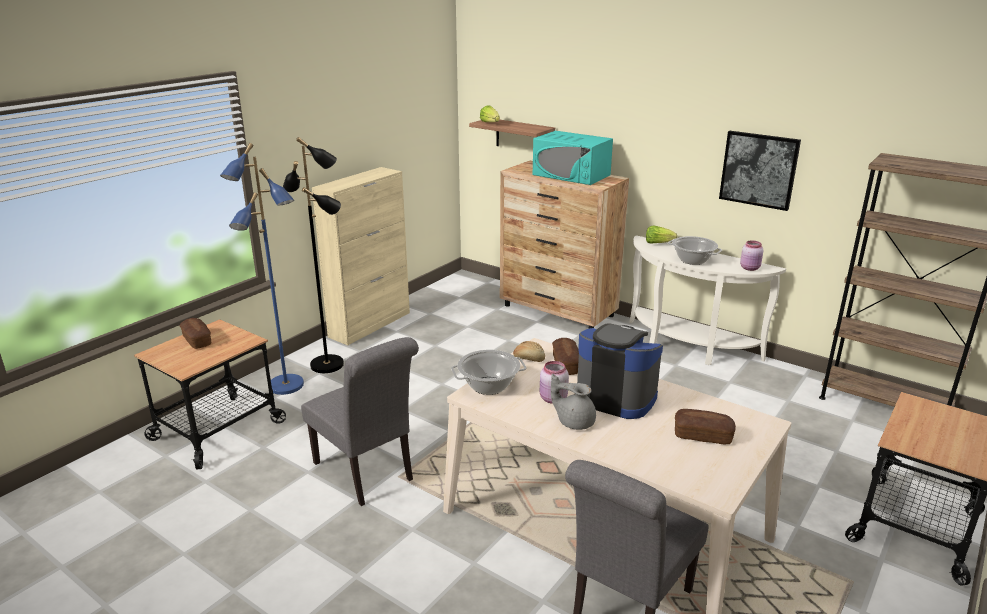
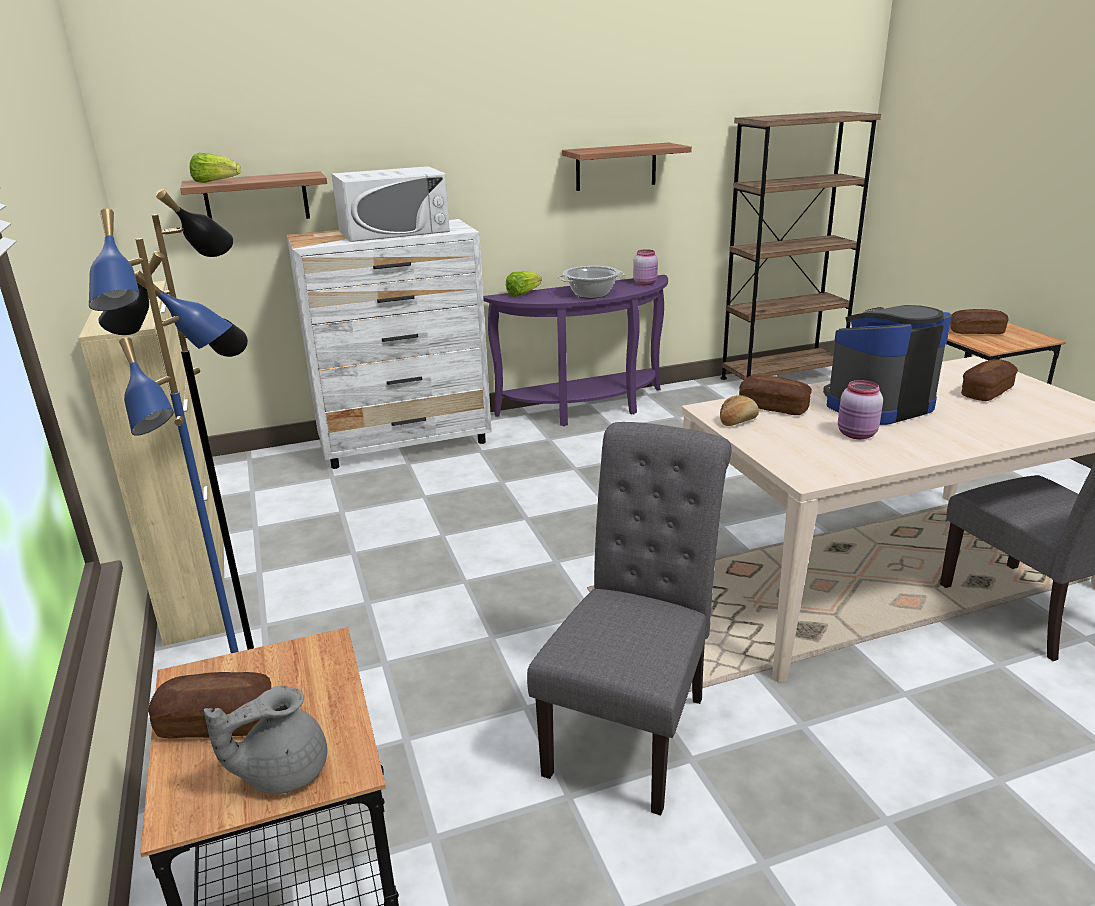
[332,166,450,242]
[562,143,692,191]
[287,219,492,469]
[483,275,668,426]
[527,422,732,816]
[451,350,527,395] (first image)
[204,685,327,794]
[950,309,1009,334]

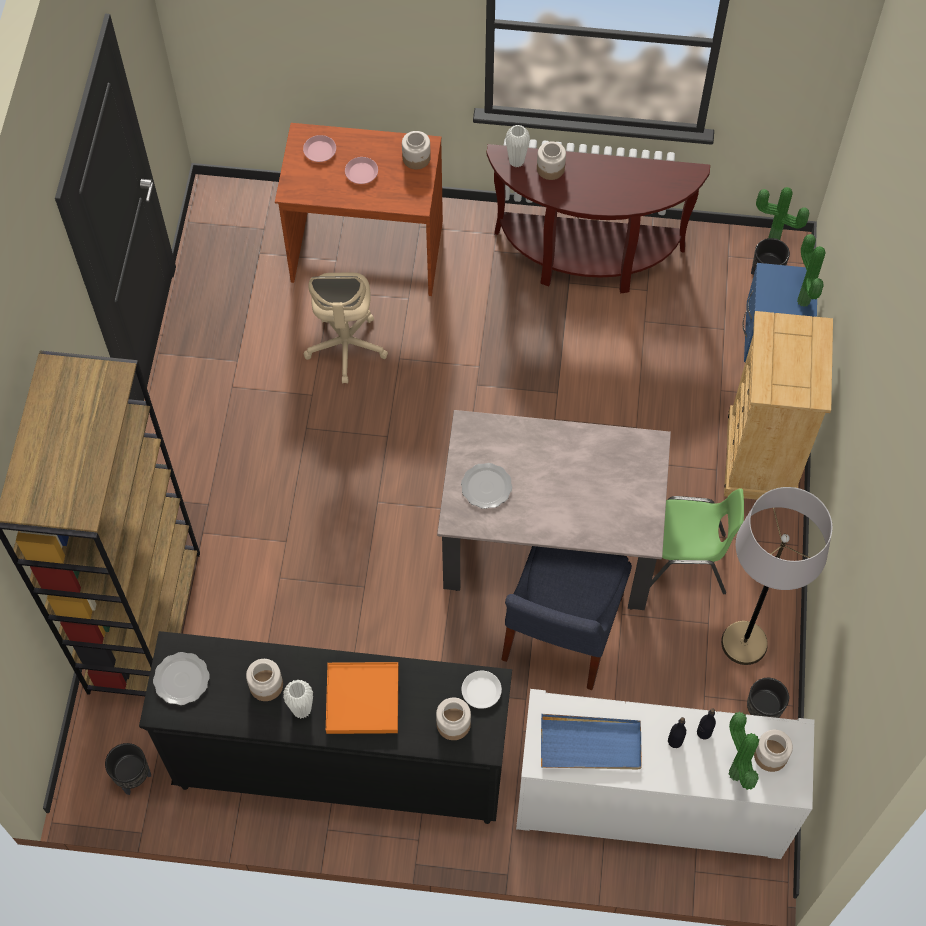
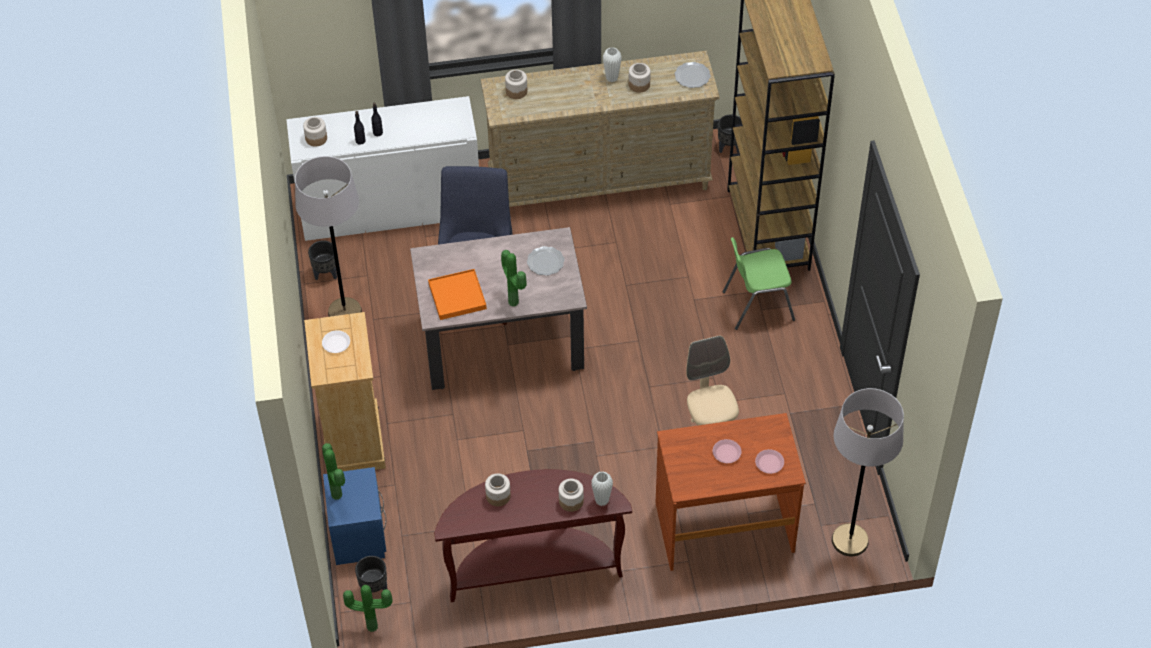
[485,473,511,506]
[723,237,795,330]
[481,51,720,207]
[428,269,487,320]
[322,330,350,353]
[501,250,527,307]
[541,714,642,769] (first image)
[832,388,904,556]

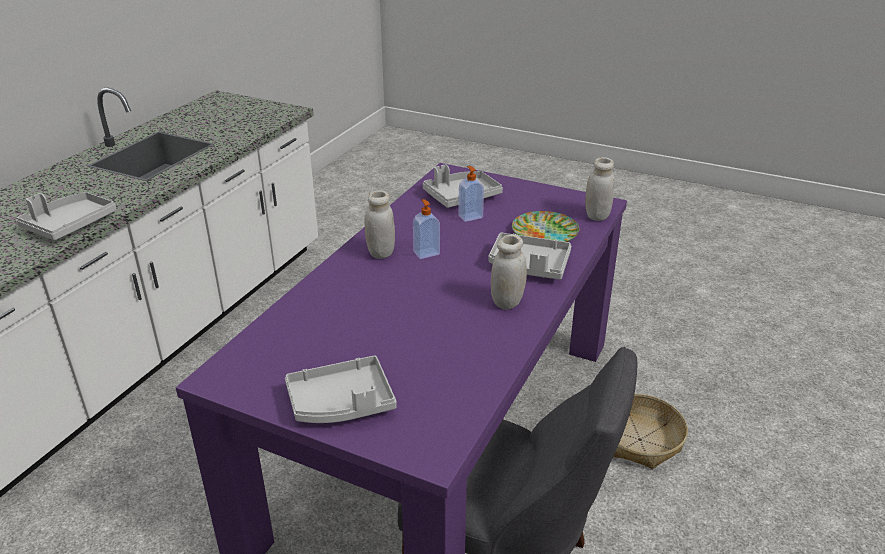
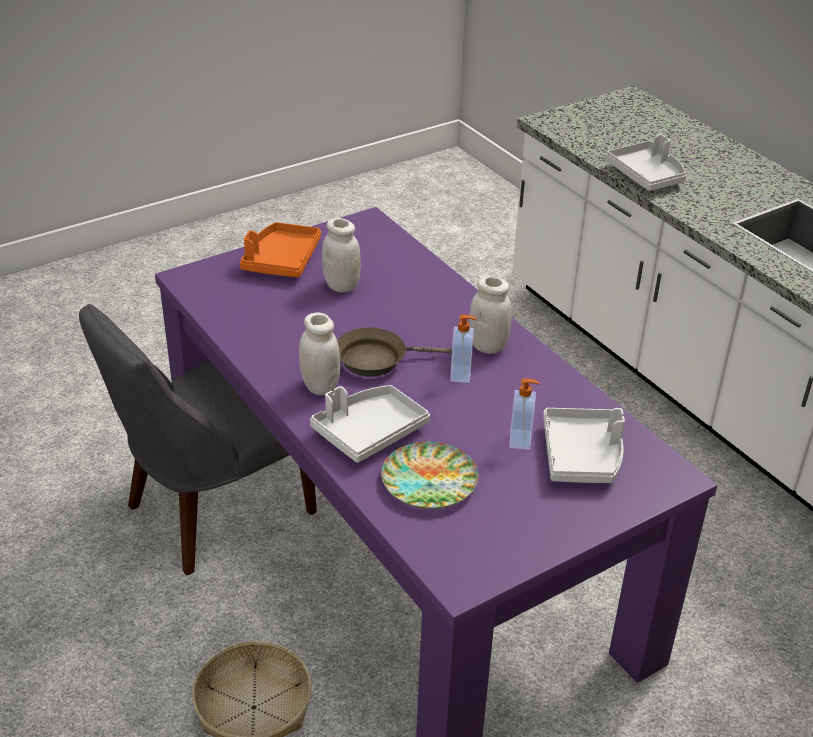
[322,218,361,293]
[240,222,321,278]
[337,327,452,377]

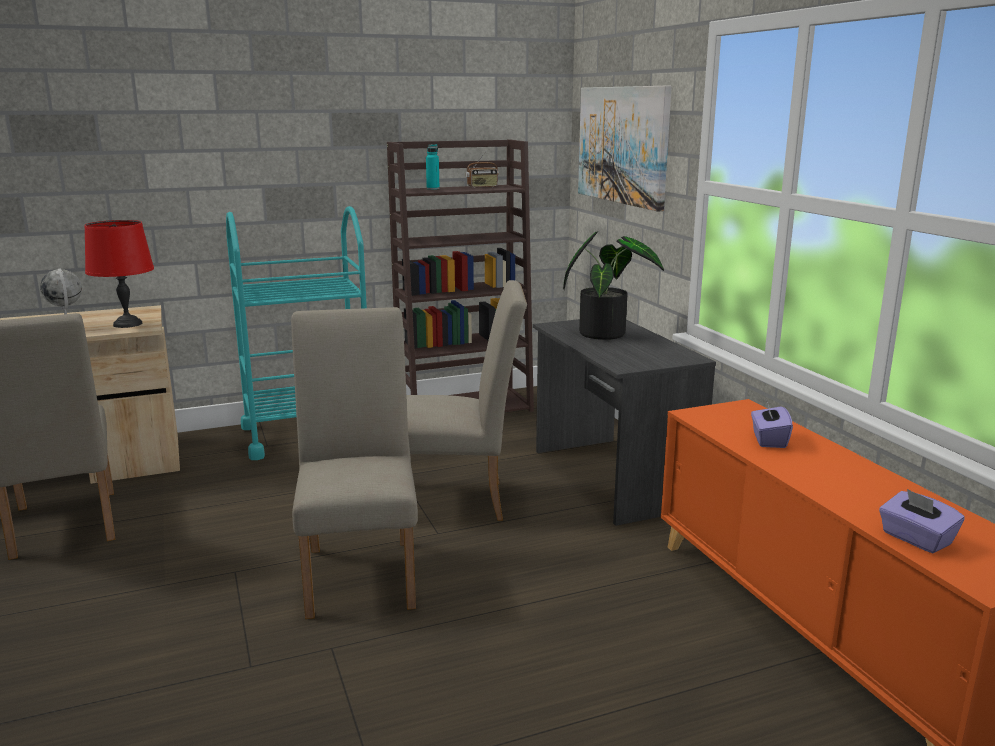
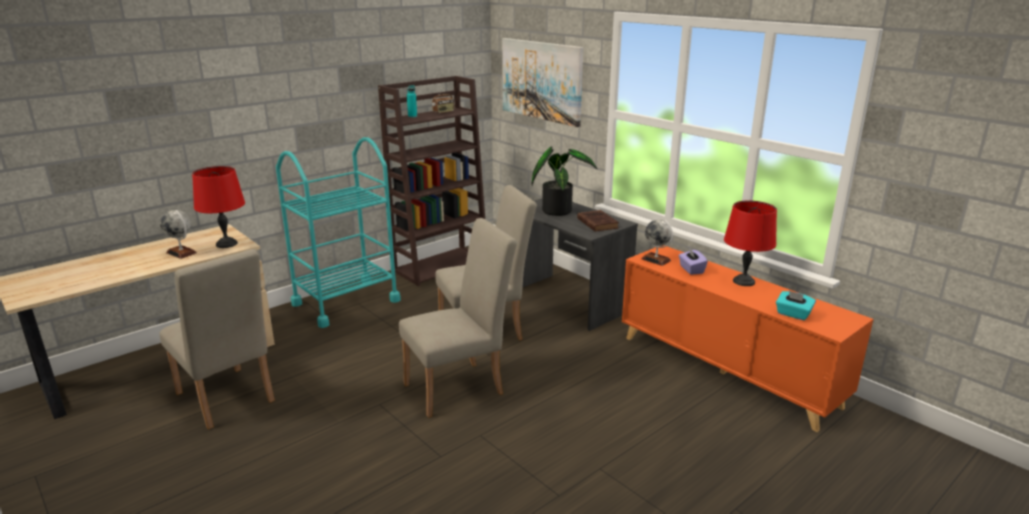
[399,218,517,418]
[776,291,816,321]
[724,200,777,286]
[577,210,619,232]
[641,219,673,266]

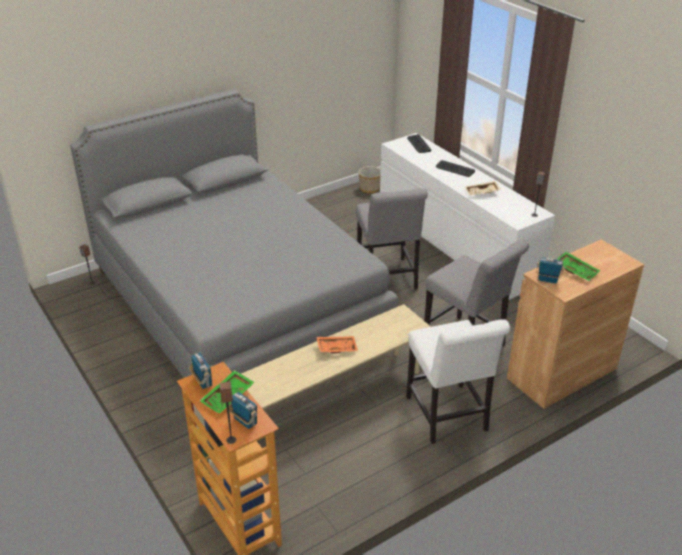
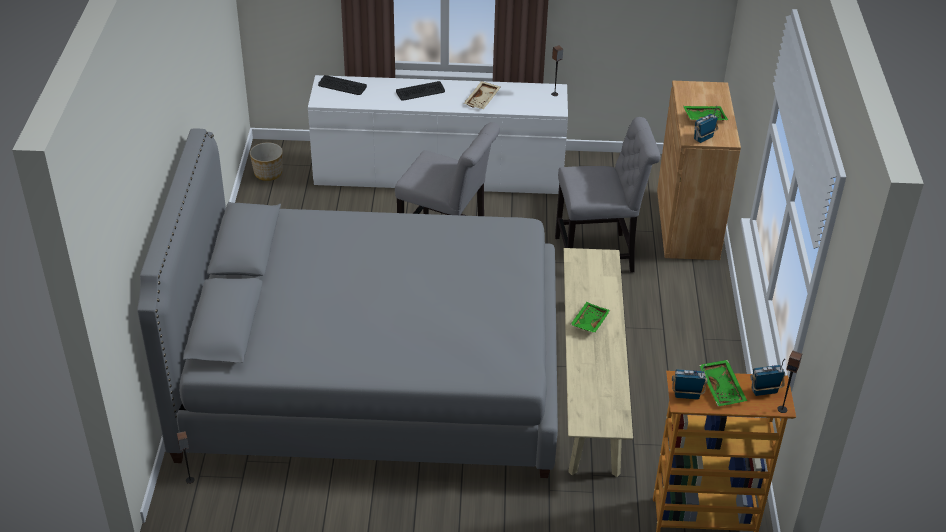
[406,319,510,444] (first image)
[570,302,611,333]

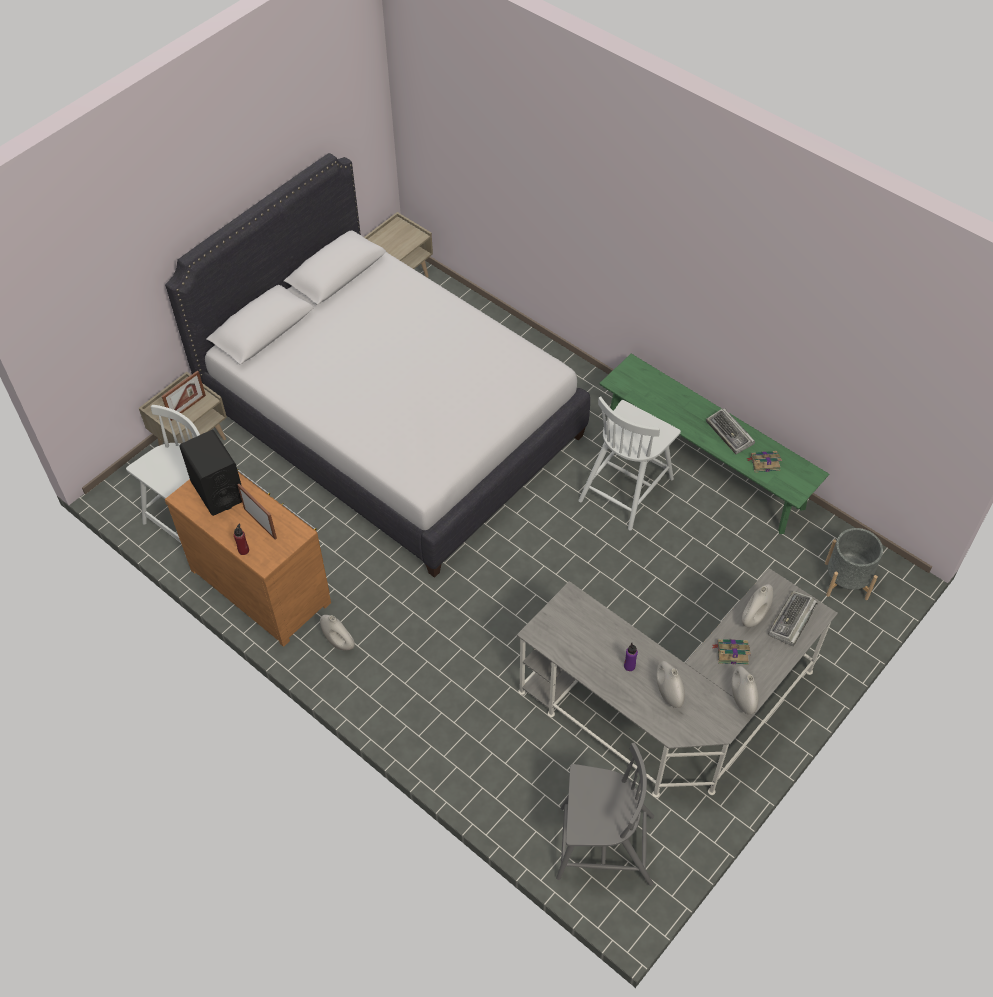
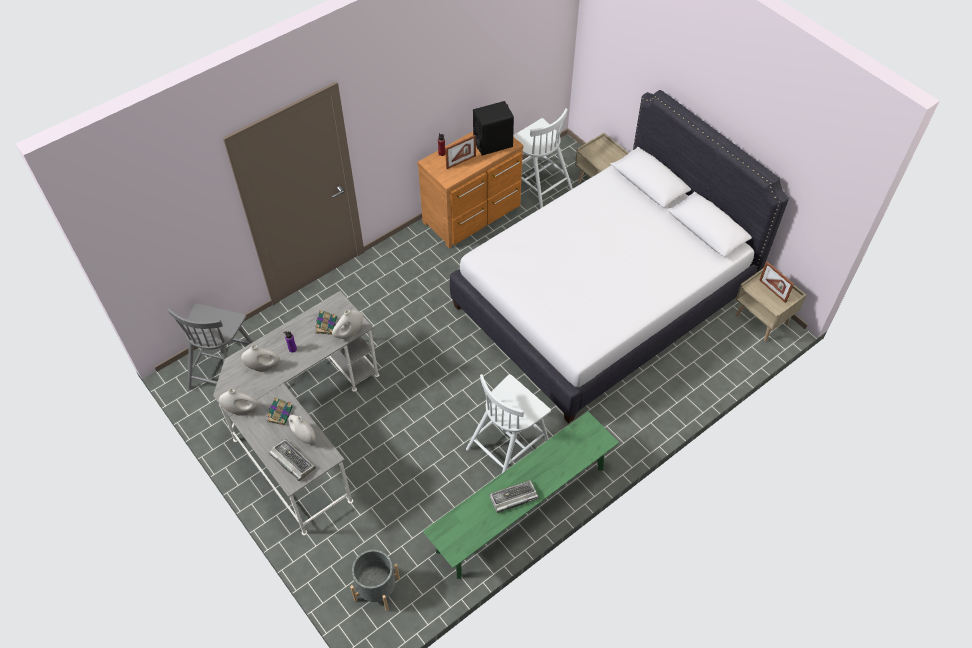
[759,262,794,303]
[466,374,551,473]
[315,310,337,335]
[332,310,363,339]

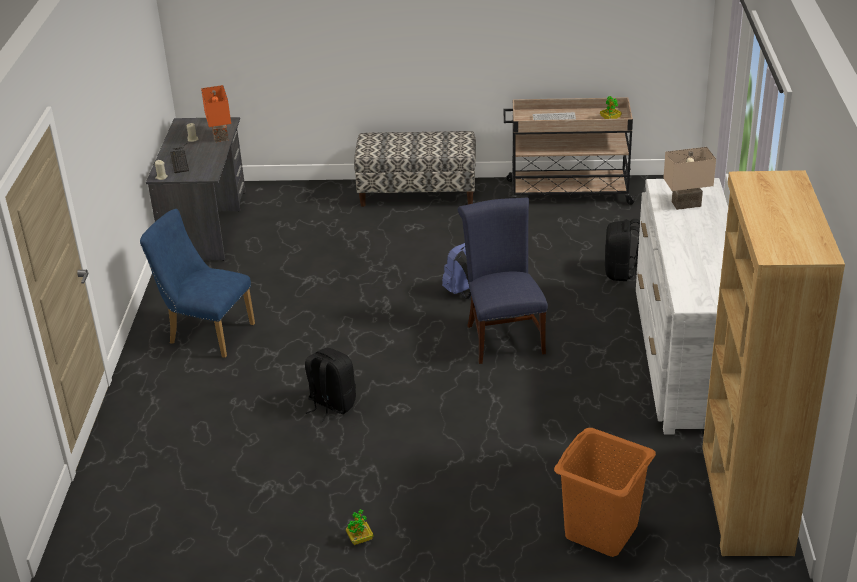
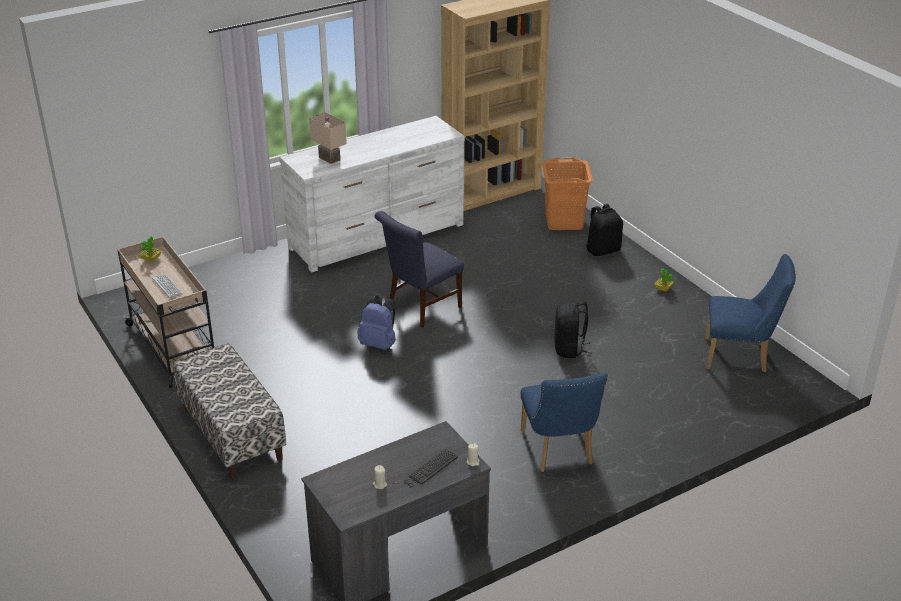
[201,85,231,143] (first image)
[586,204,623,256]
[705,254,796,372]

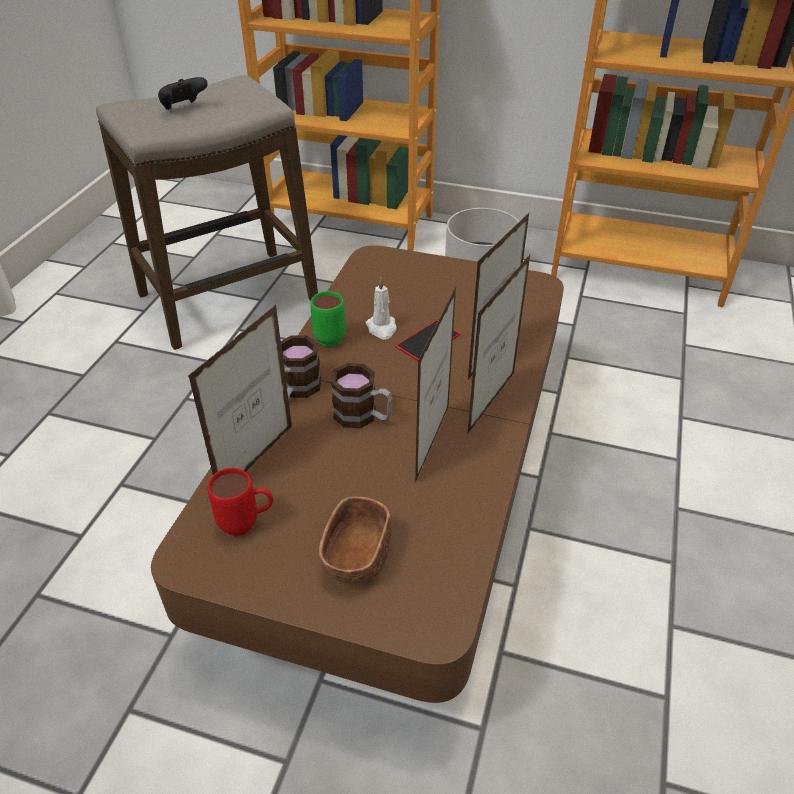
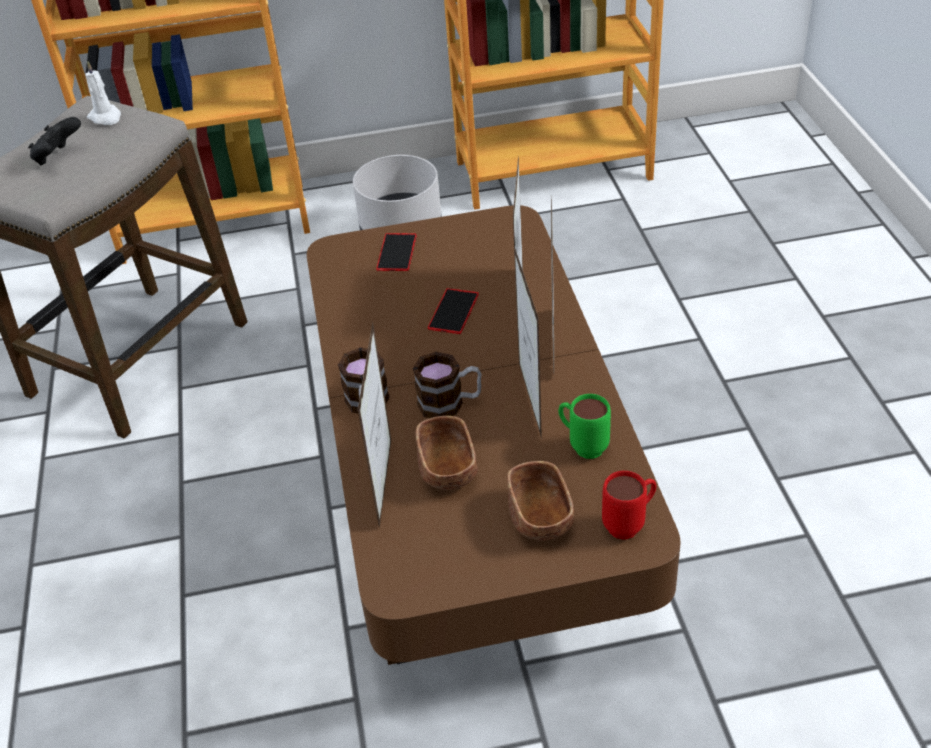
[85,60,121,125]
[558,394,611,459]
[602,471,656,540]
[376,233,417,271]
[415,416,478,490]

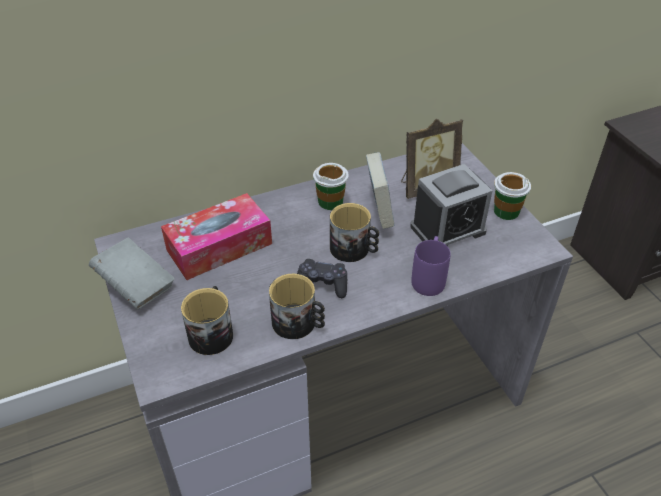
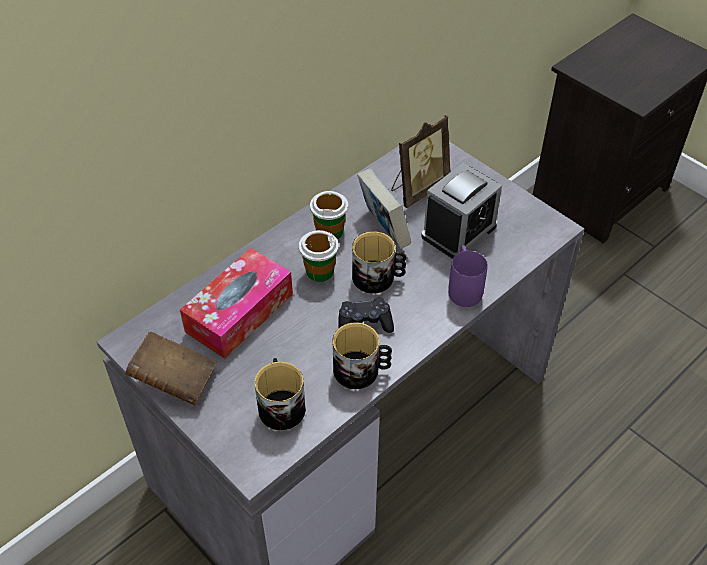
[299,230,339,282]
[125,331,217,405]

